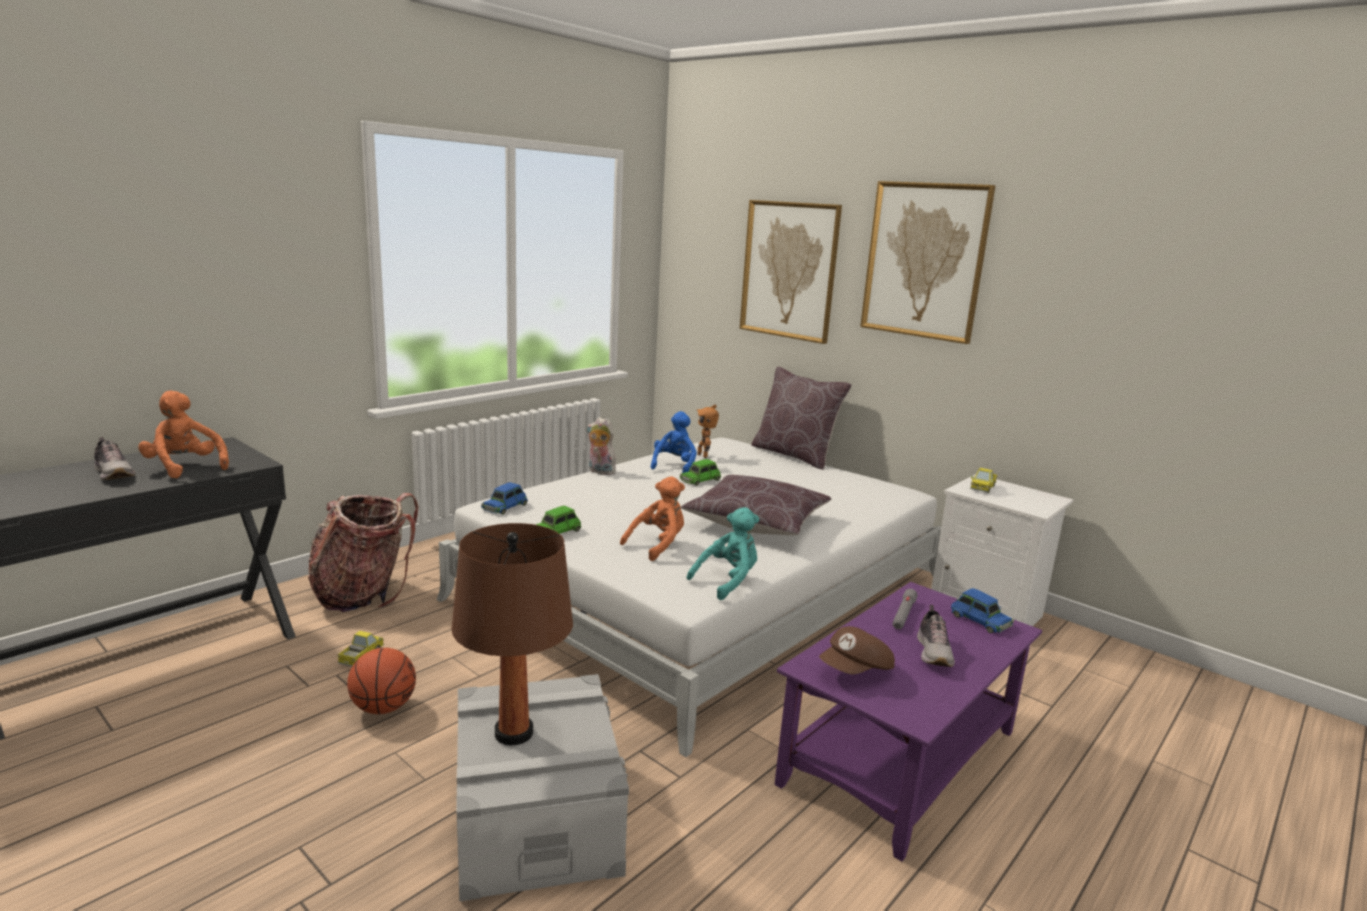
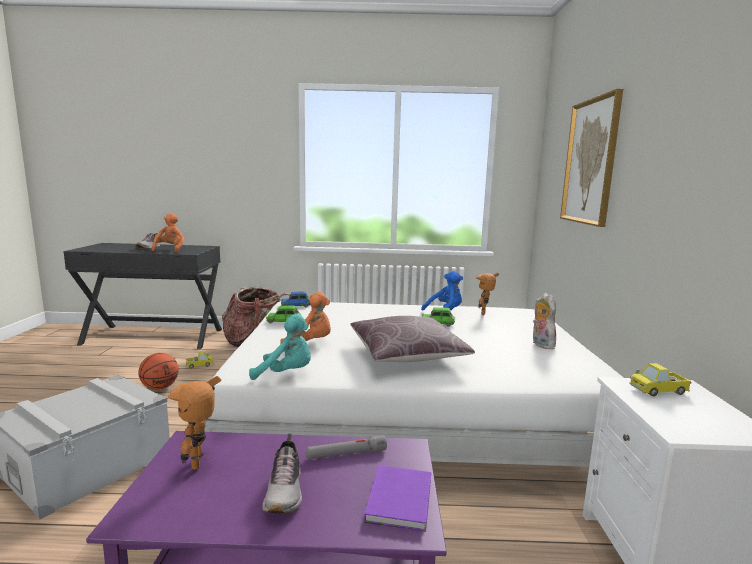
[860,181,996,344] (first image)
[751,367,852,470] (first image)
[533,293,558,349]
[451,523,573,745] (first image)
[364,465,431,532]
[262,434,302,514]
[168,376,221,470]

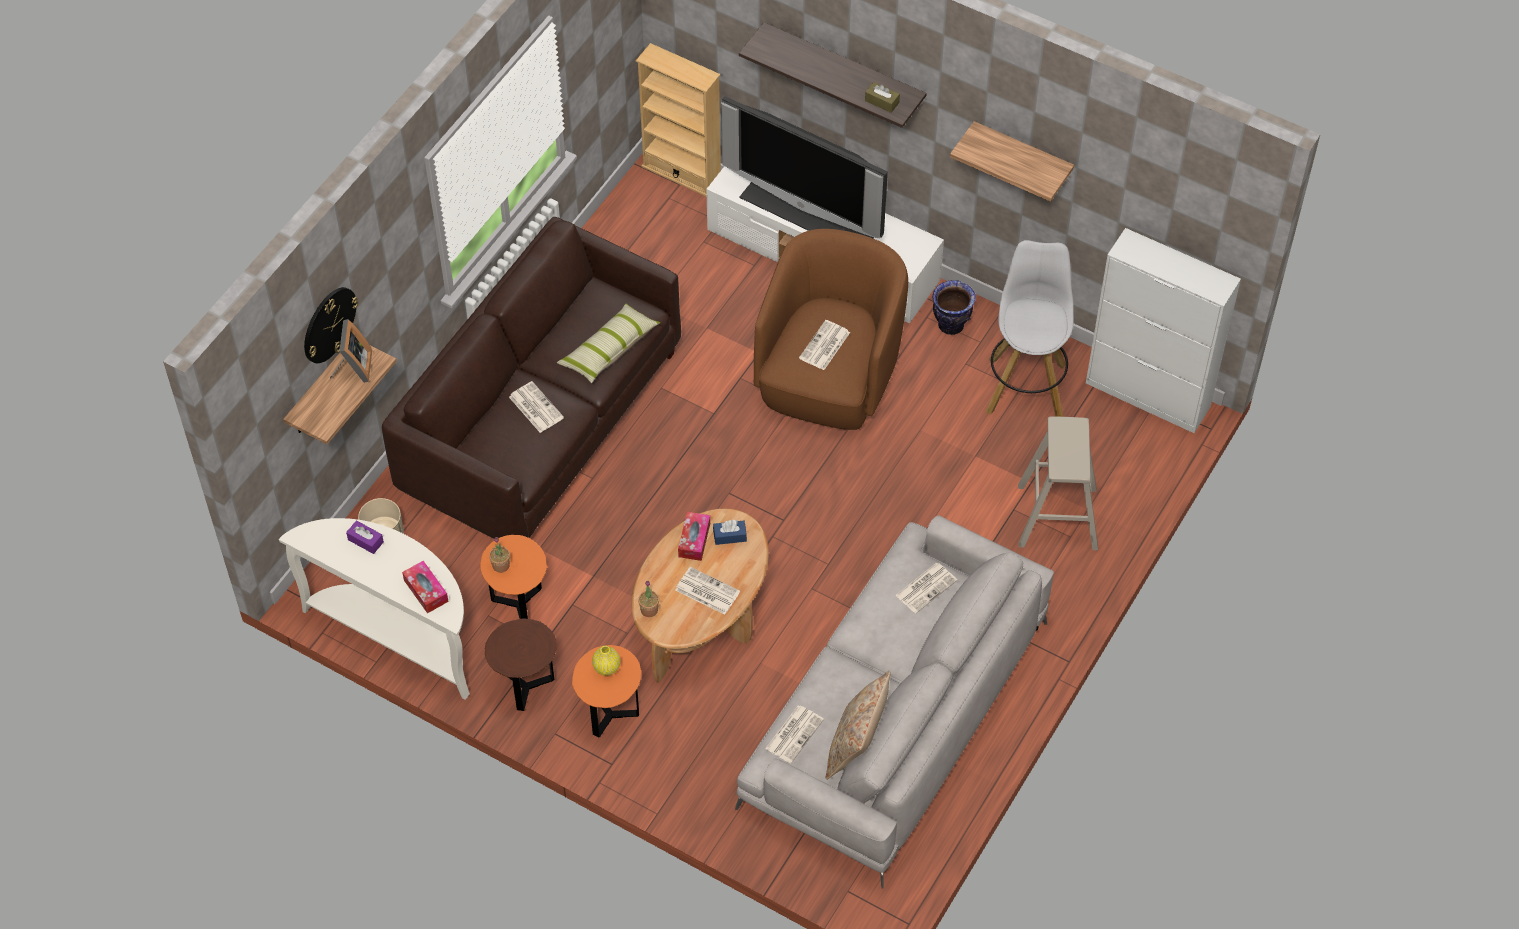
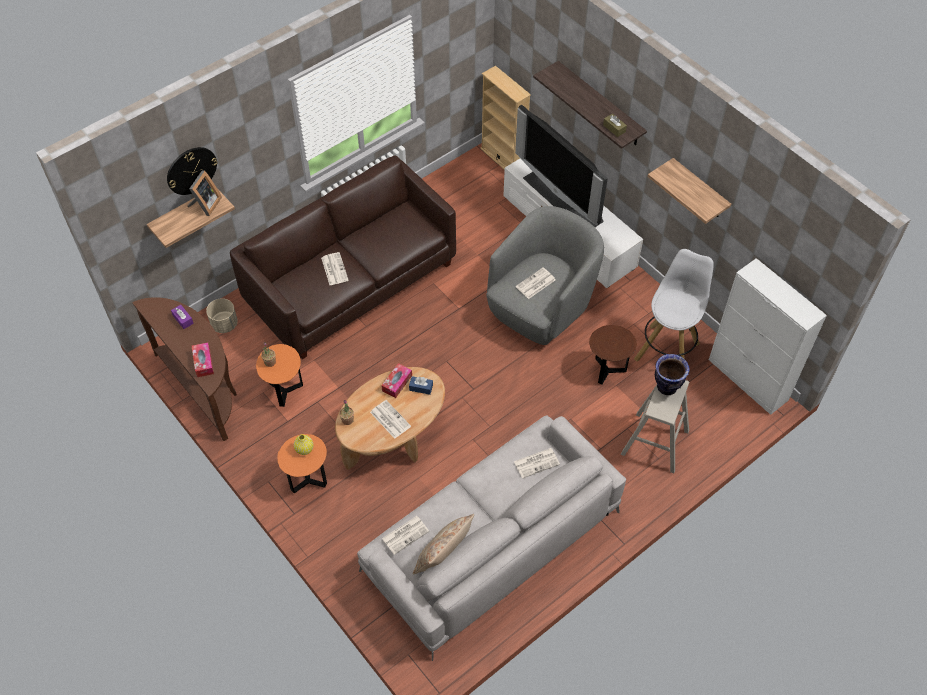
[486,206,604,345]
[655,354,690,395]
[557,304,660,383] (first image)
[132,297,237,441]
[589,325,637,384]

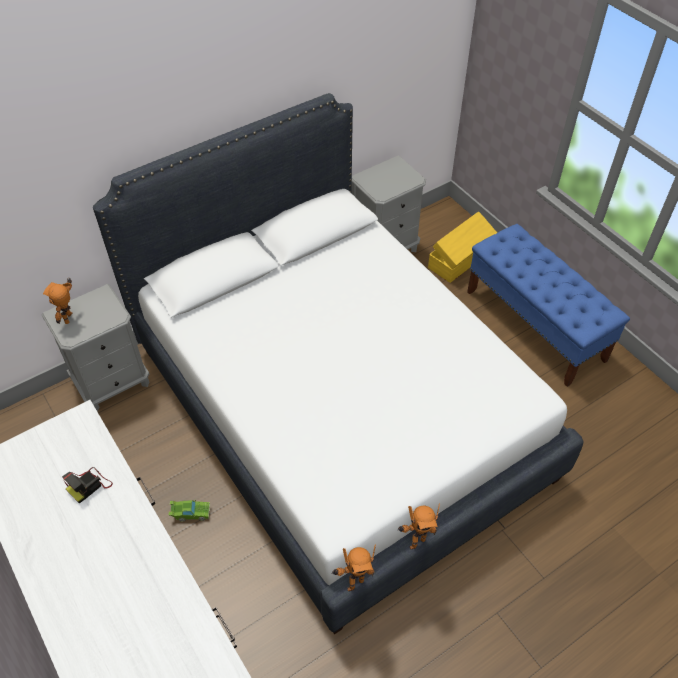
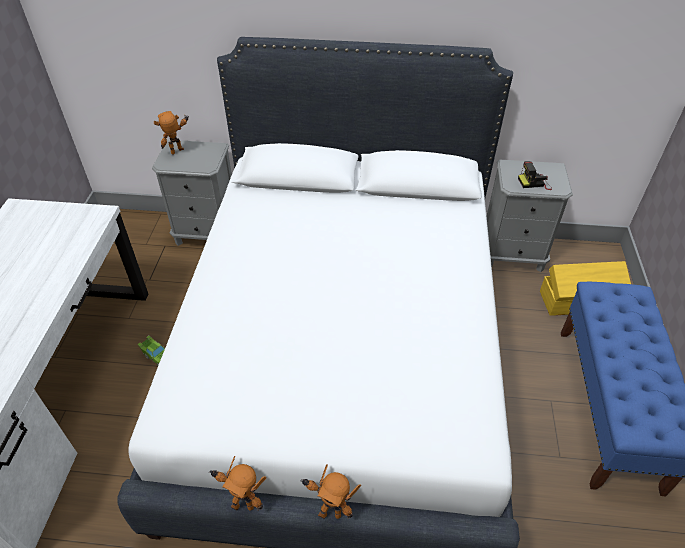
[518,161,552,190]
[300,464,361,519]

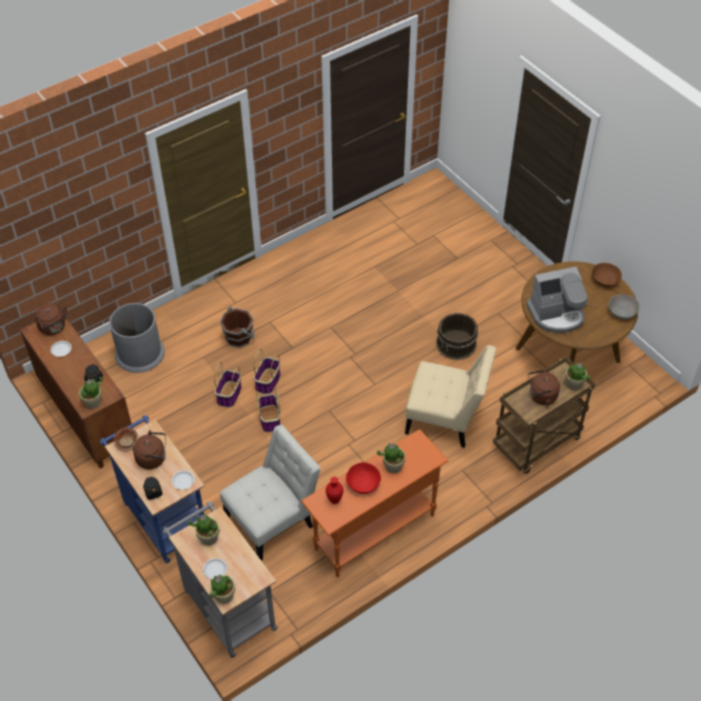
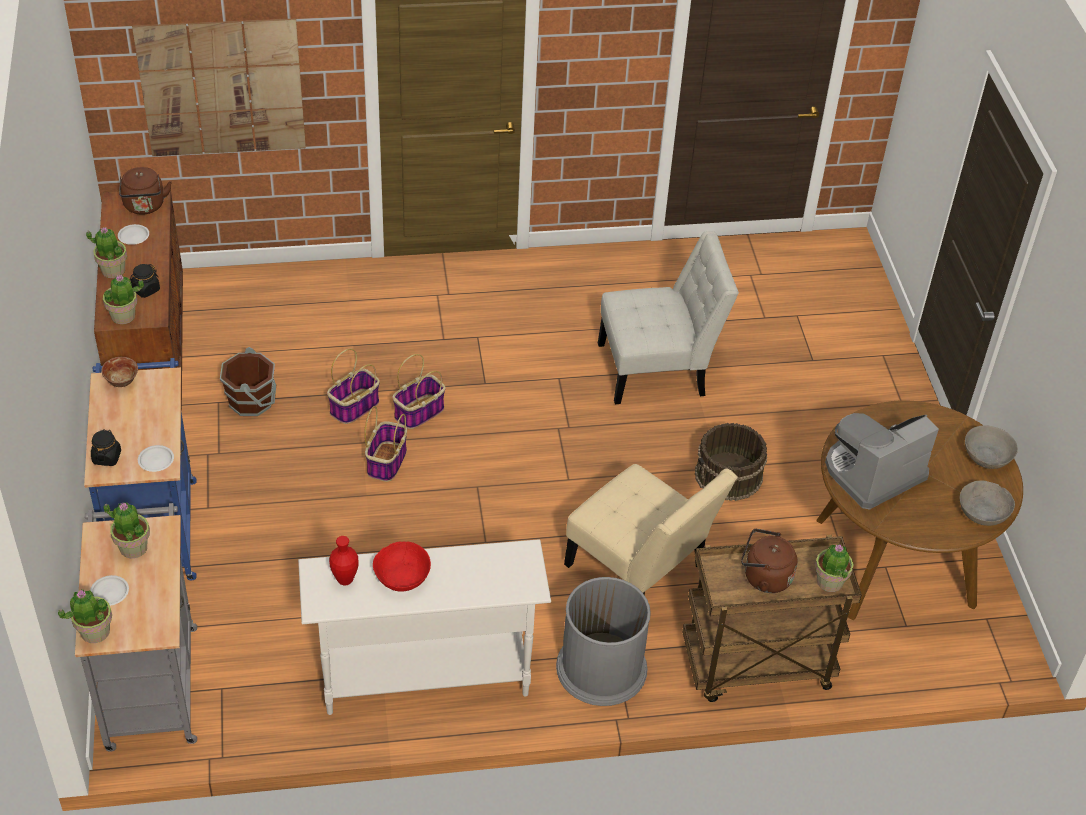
[965,425,1018,469]
[825,413,939,510]
[556,577,651,706]
[220,347,276,416]
[598,231,739,404]
[298,539,551,715]
[133,430,166,469] (first image)
[86,227,127,278]
[132,18,306,156]

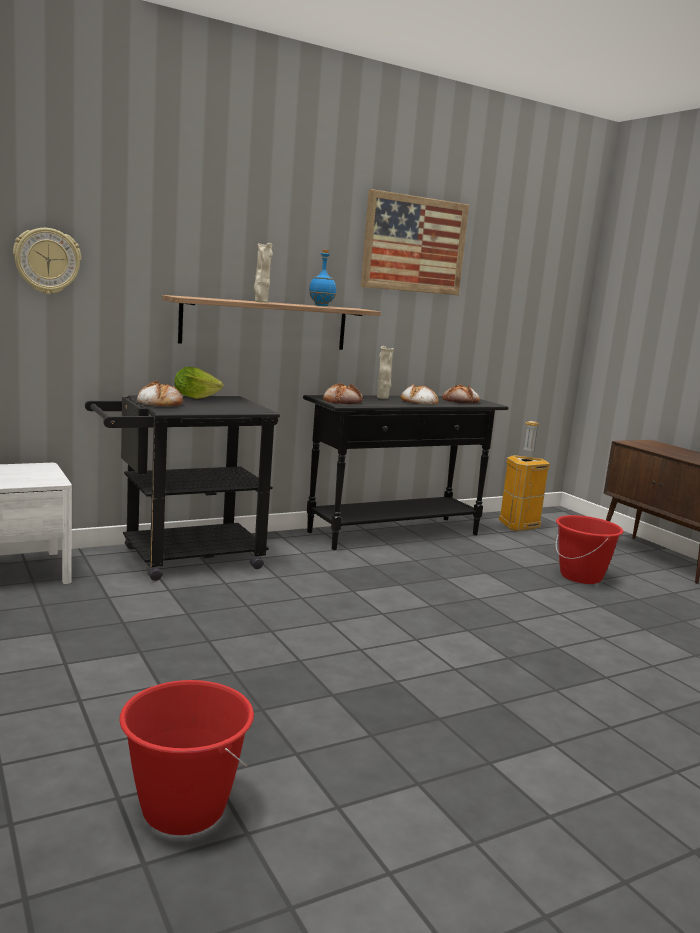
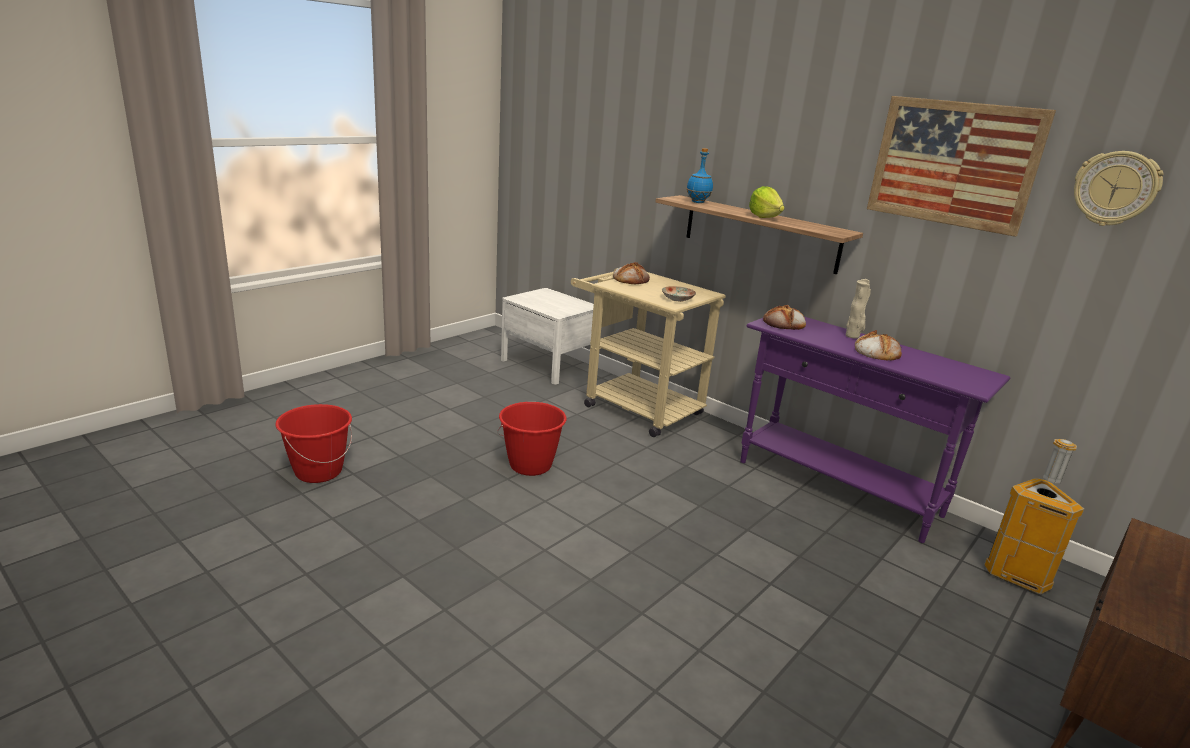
[1074,151,1164,226]
[254,243,273,303] (first image)
[687,148,713,203]
[749,186,785,218]
[442,384,480,403] (first image)
[571,268,726,437]
[740,317,1010,543]
[497,402,567,476]
[662,286,696,302]

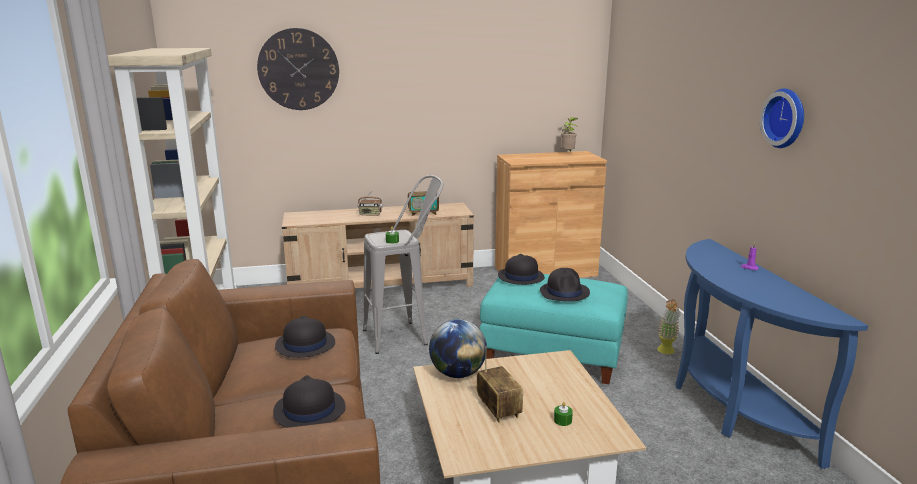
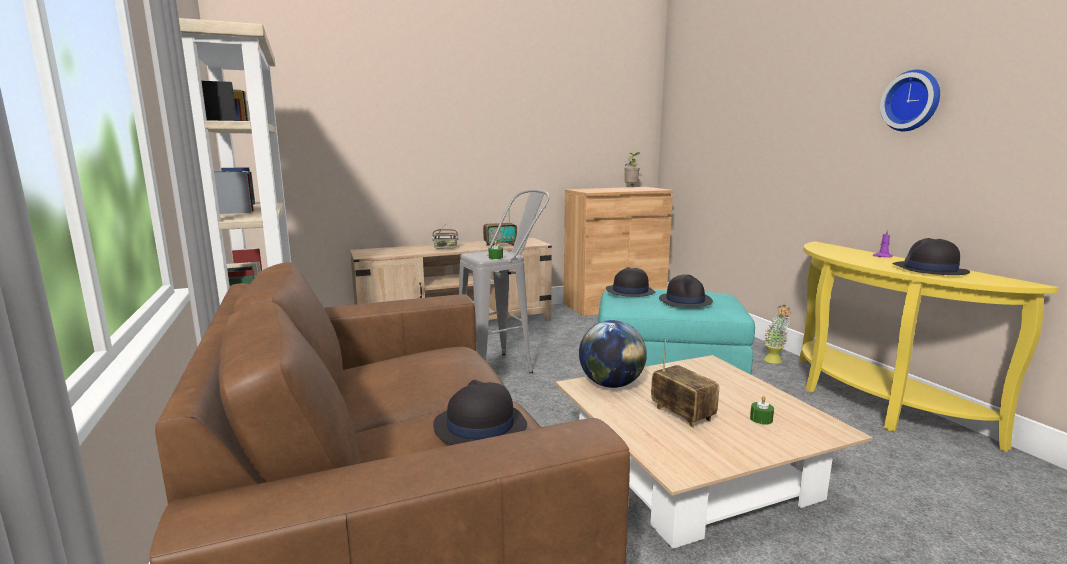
[257,28,339,110] (first image)
[799,241,1059,452]
[893,238,970,275]

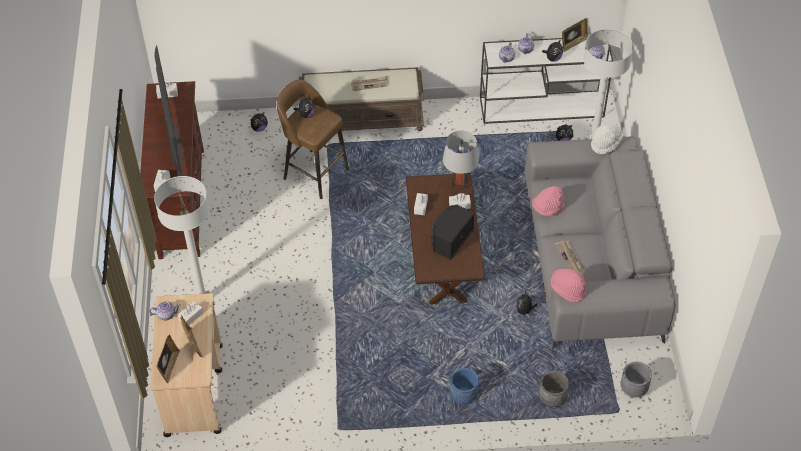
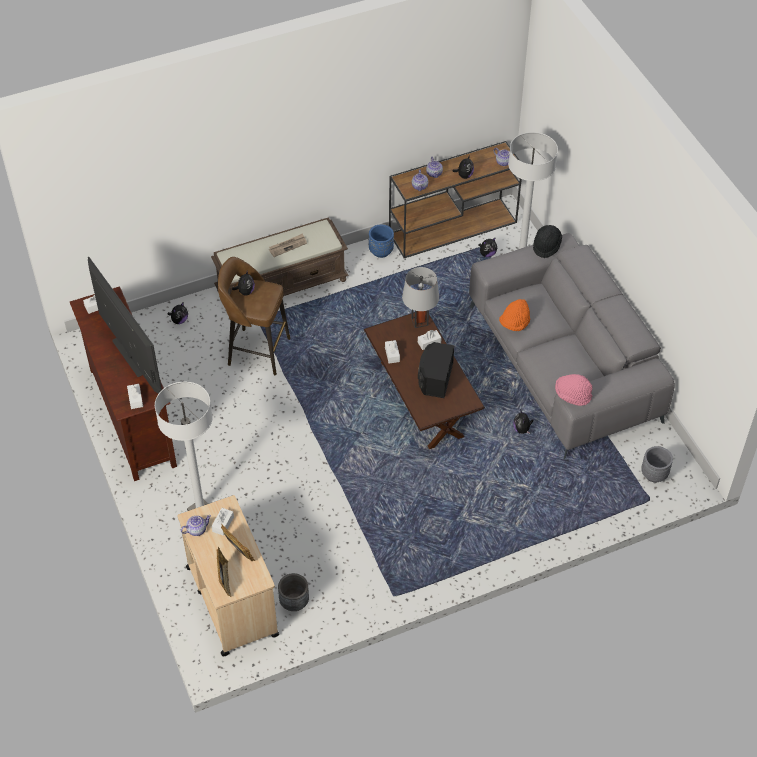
[562,18,588,52] (first image)
[389,141,522,258]
[533,225,562,258]
[499,299,530,331]
[555,240,583,272] (first image)
[369,225,394,258]
[278,573,309,611]

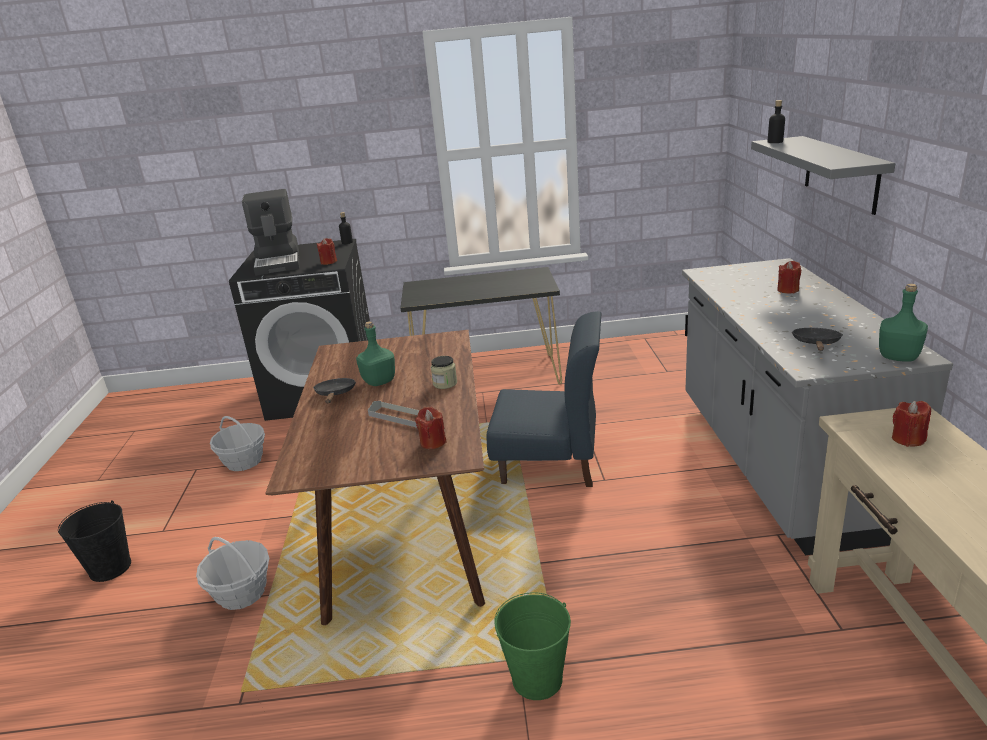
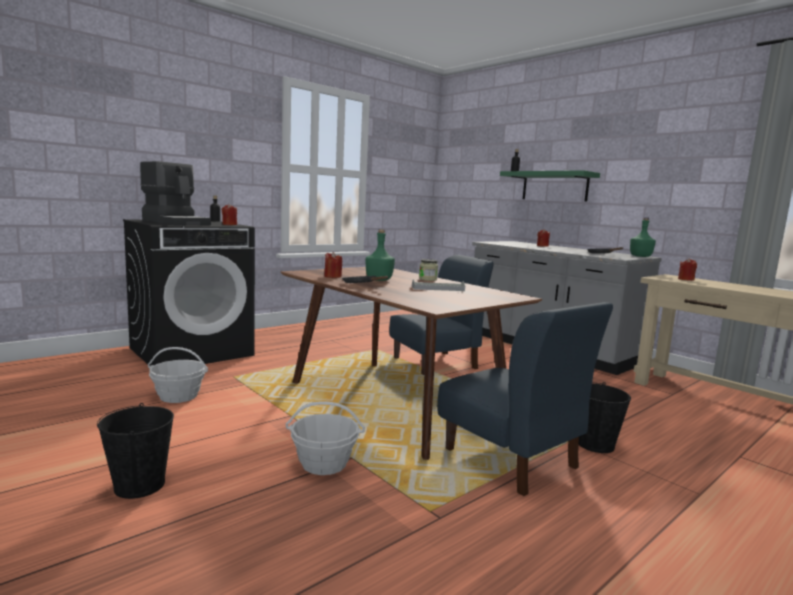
[500,170,600,202]
[401,267,562,385] (first image)
[325,252,342,278]
[579,382,631,453]
[437,302,613,496]

